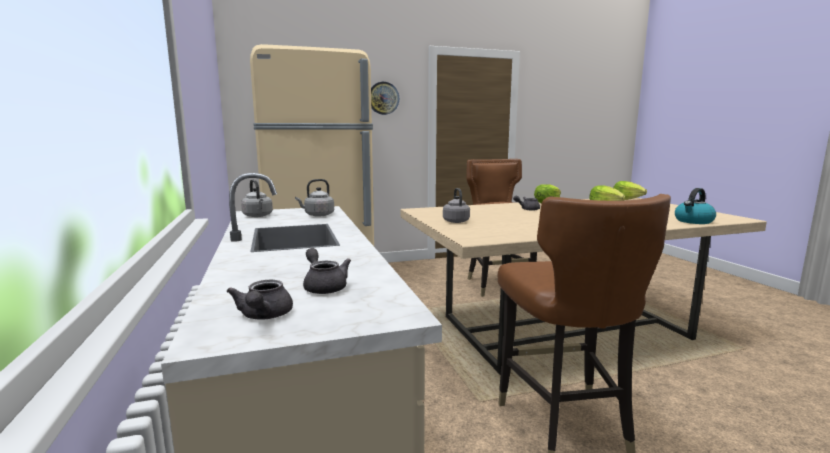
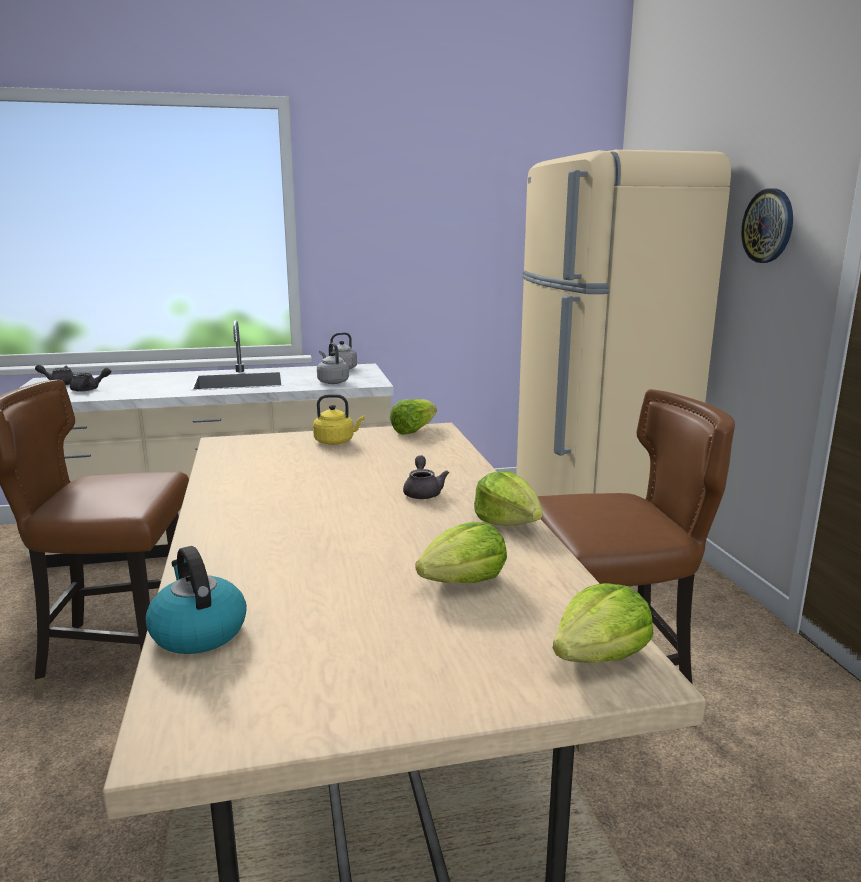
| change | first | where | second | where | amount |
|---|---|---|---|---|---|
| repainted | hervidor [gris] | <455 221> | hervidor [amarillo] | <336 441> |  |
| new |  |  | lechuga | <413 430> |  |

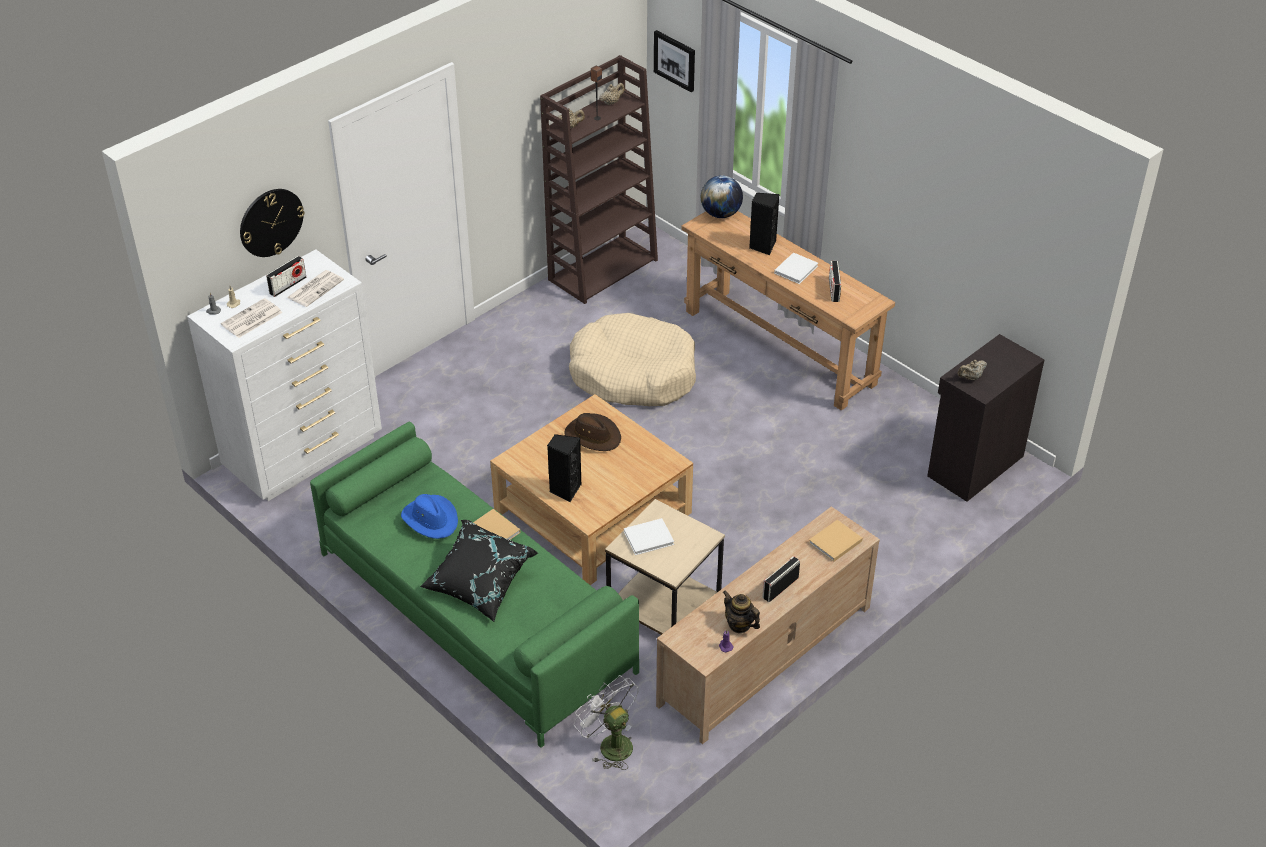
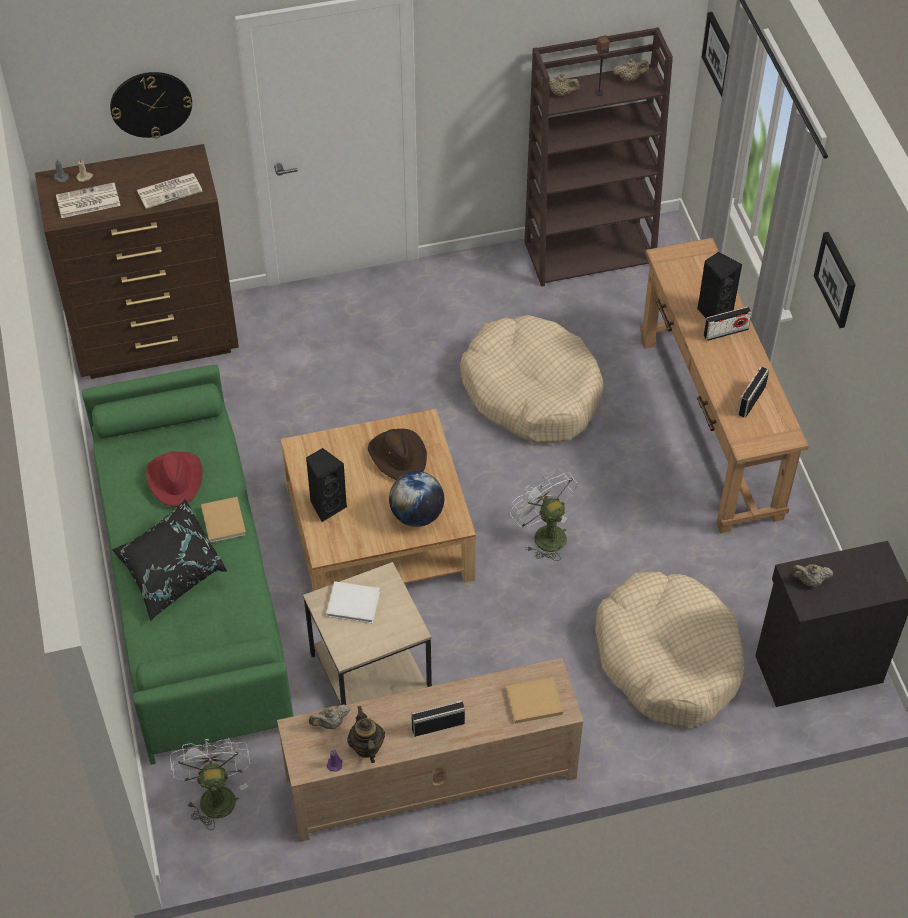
| change | first | where | second | where | amount |
|---|---|---|---|---|---|
| shifted | globo terráqueo | <721 214> |  | <417 515> |  |
| repainted | cómoda [blanco] | <305 454> | cómoda [marrón] | <157 342> |  |
| gone | libro [blanco] | <796 269> |  |  |  |
| shifted | radio | <288 285> |  | <725 332> |  |
| repainted | sombrero [azul] | <431 519> | sombrero [rojo] | <176 479> |  |
| new |  |  | cuadro | <836 279> |  |
| new |  |  | ventilador [blanco] | <544 534> |  |
| new |  |  | cama para perro [beis] | <668 659> |  |
| new |  |  | tetera [beis] | <330 723> |  |

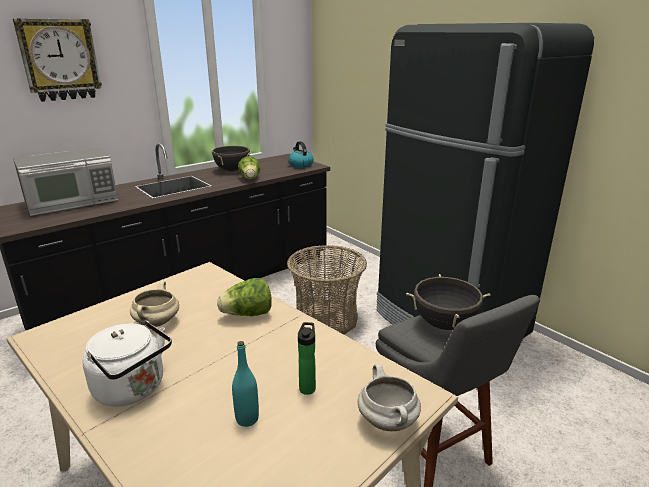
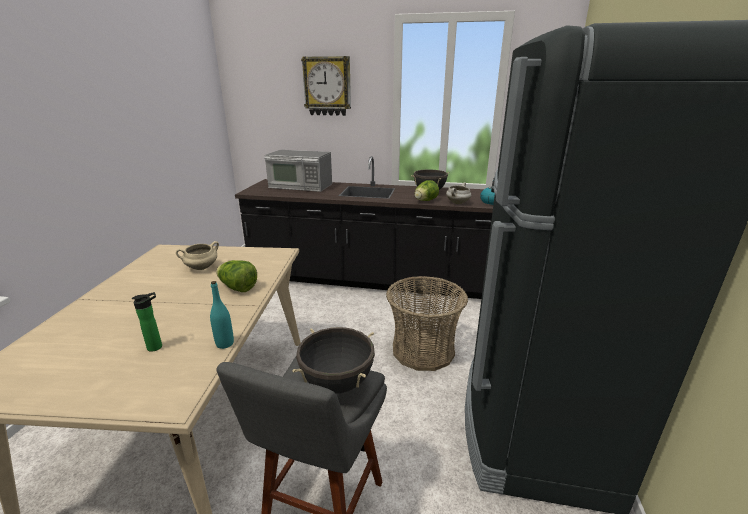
| change | first | where | second | where | amount |
|---|---|---|---|---|---|
| gone | hervidor [blanco] | <133 389> |  |  |  |
| shifted | botella [turquesa] | <247 419> |  | <225 344> |  |
| shifted | olla [blanco] | <389 422> |  | <457 203> |  |

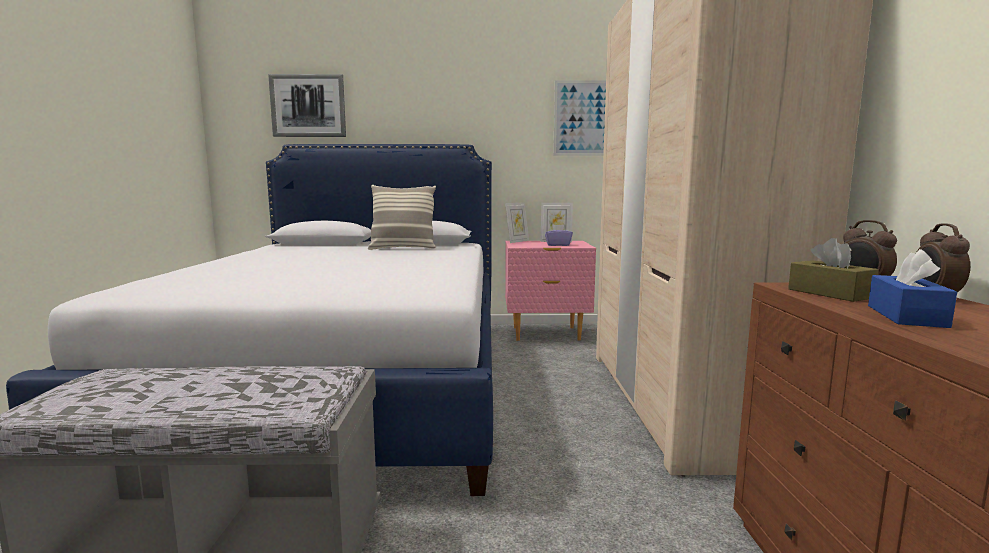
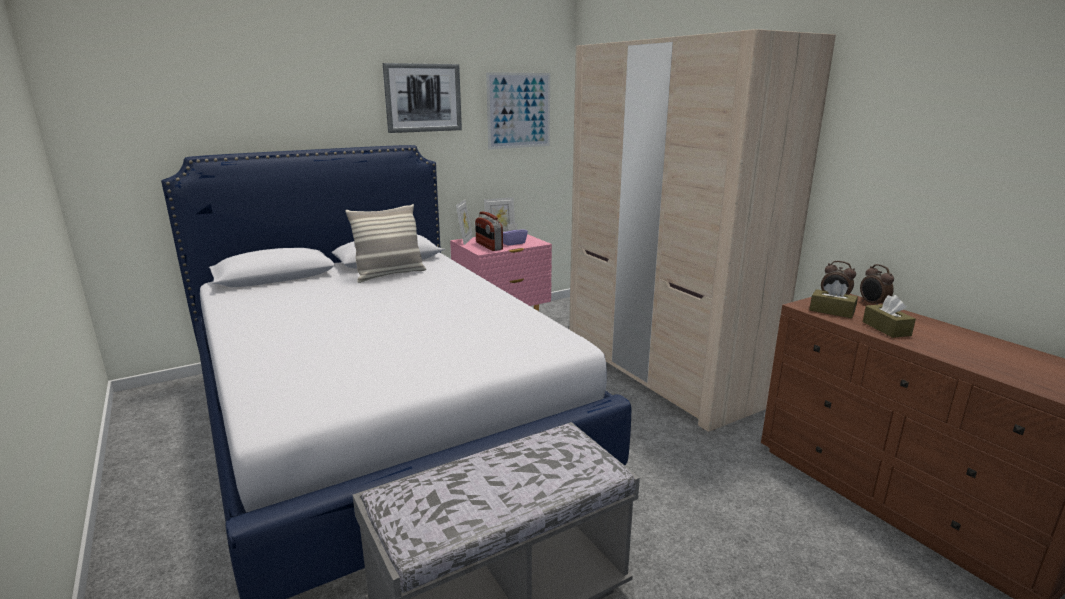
| change | first | where | second | where | amount |
|---|---|---|---|---|---|
| shifted | cuadro | <308 106> |  | <423 98> |  |
| repainted | caja de pañuelos [azul] | <906 316> | caja de pañuelos [marrón] | <886 328> |  |
| new |  |  | radio | <488 246> |  |

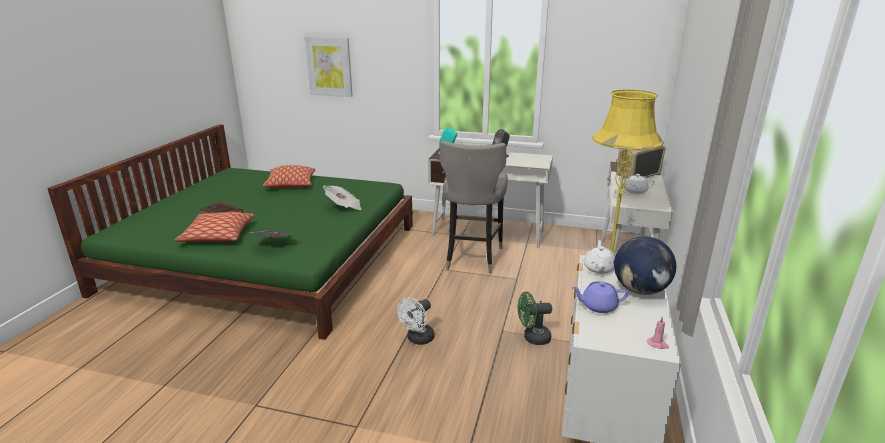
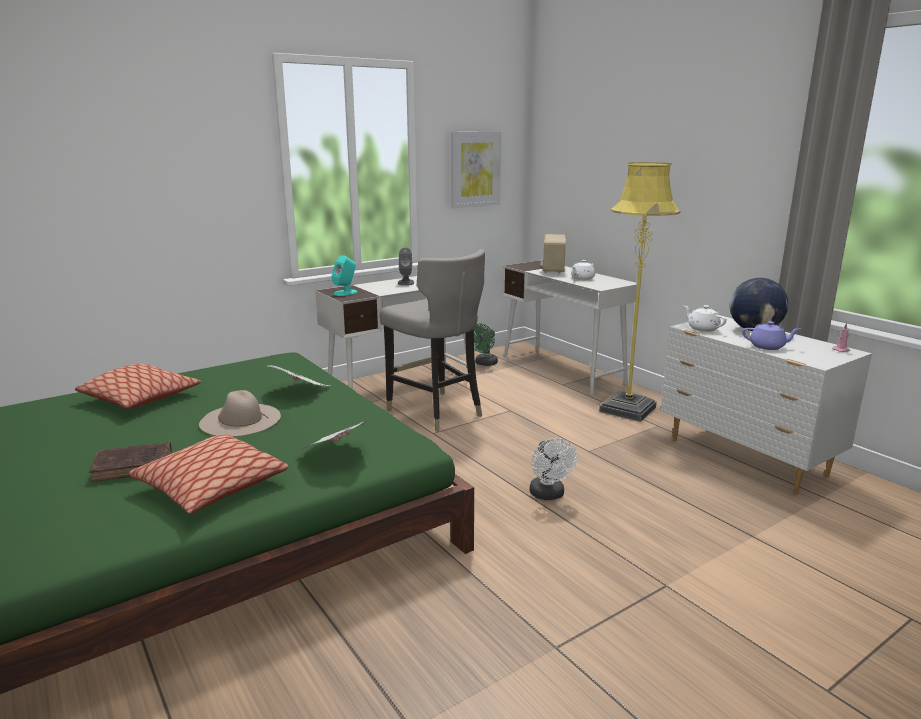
| change | first | where | second | where | amount |
|---|---|---|---|---|---|
| shifted | cuadro | <329 67> |  | <475 169> |  |
| rotated | tetera [morado] | <598 306> |  | <768 347> | 120 degrees counterclockwise |
| shifted | ventilador [verde] | <532 338> |  | <484 364> |  |
| new |  |  | sombrero [beis] | <240 419> |  |

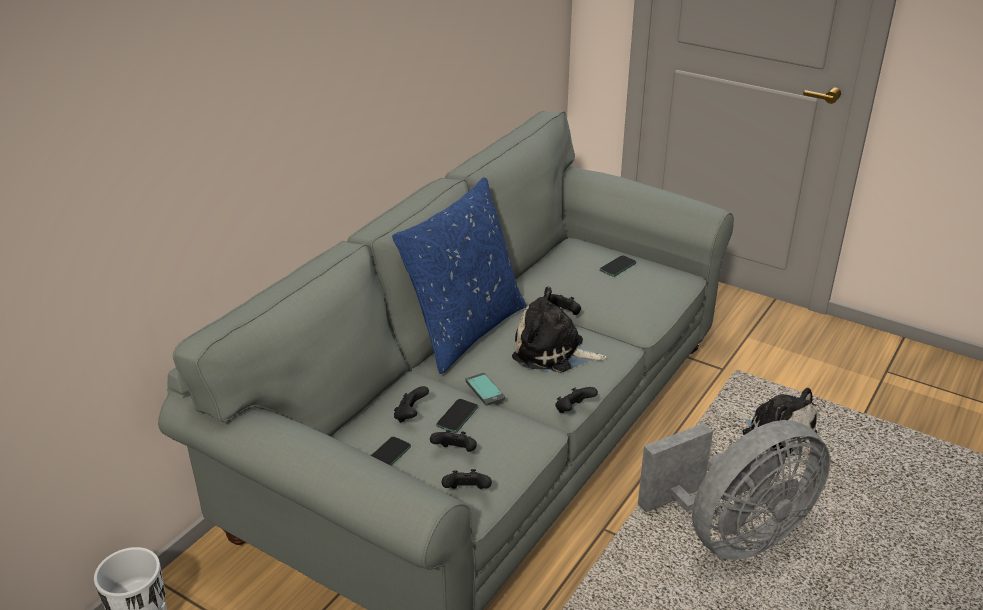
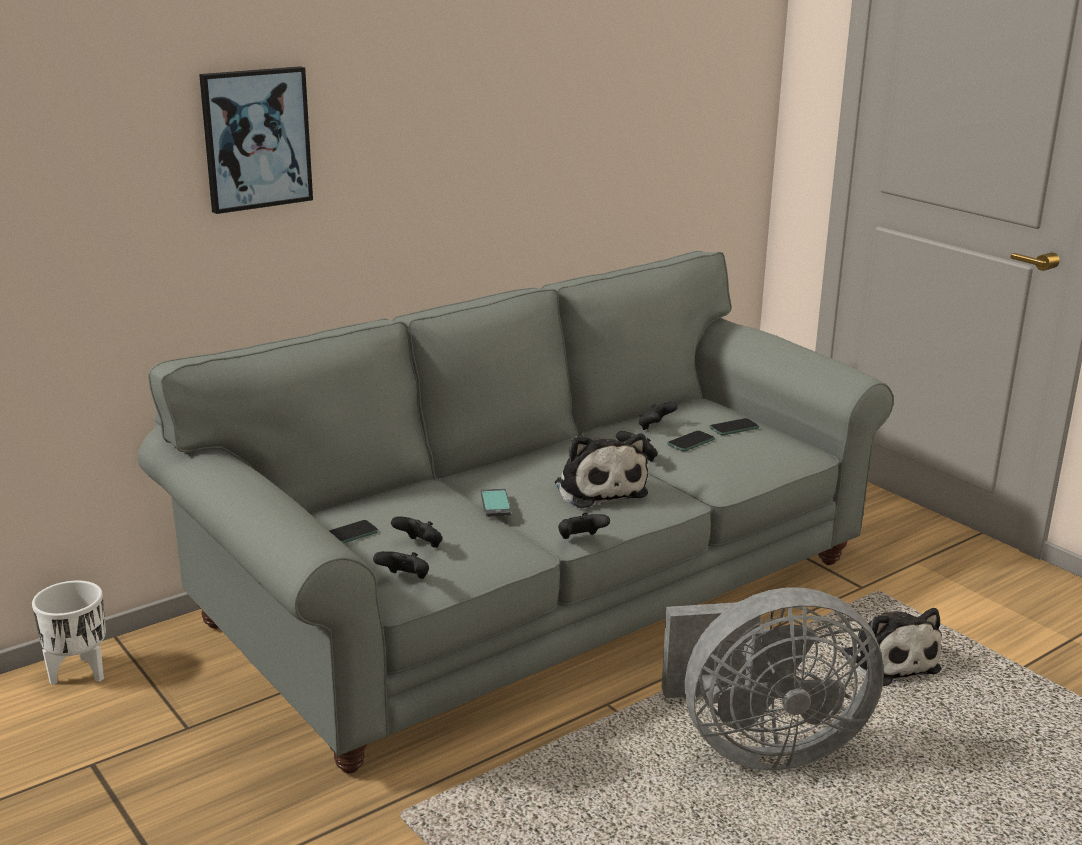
| change | first | where | second | where | amount |
|---|---|---|---|---|---|
| gone | cojín [azul] | <464 330> |  |  |  |
| rotated | peluche | <553 352> |  | <599 488> | 150 degrees counterclockwise |
| shifted | mando de consola [negro] | <410 415> |  | <655 427> |  |
| shifted | móvil | <457 416> |  | <691 442> |  |
| new |  |  | cuadro | <256 138> |  |

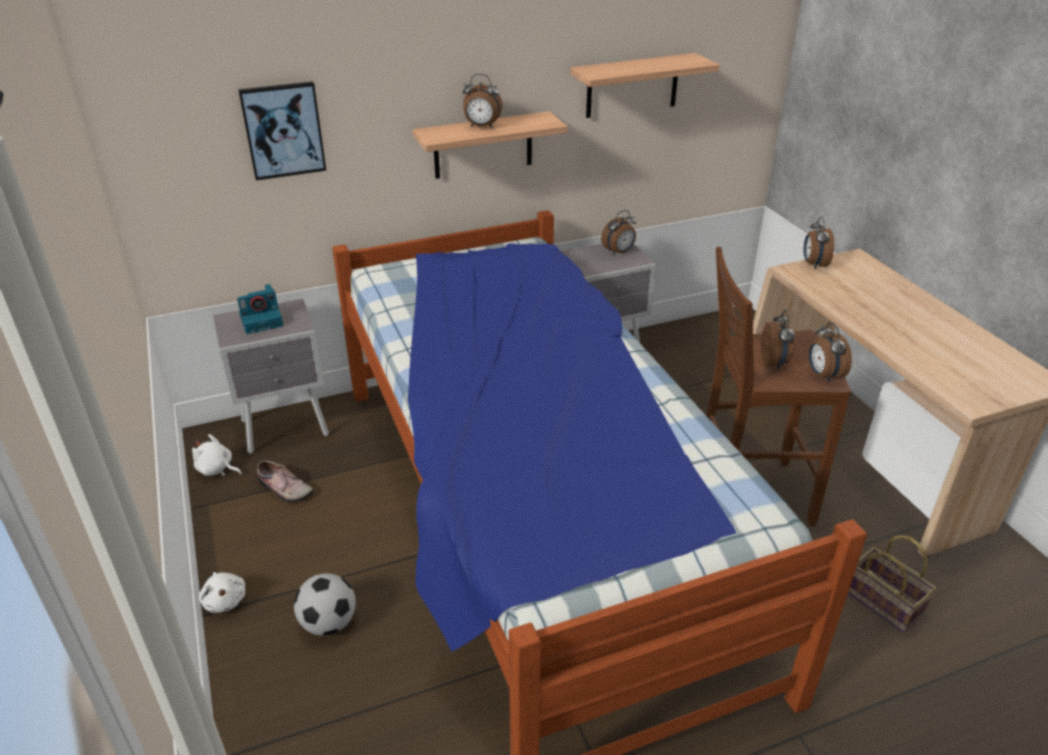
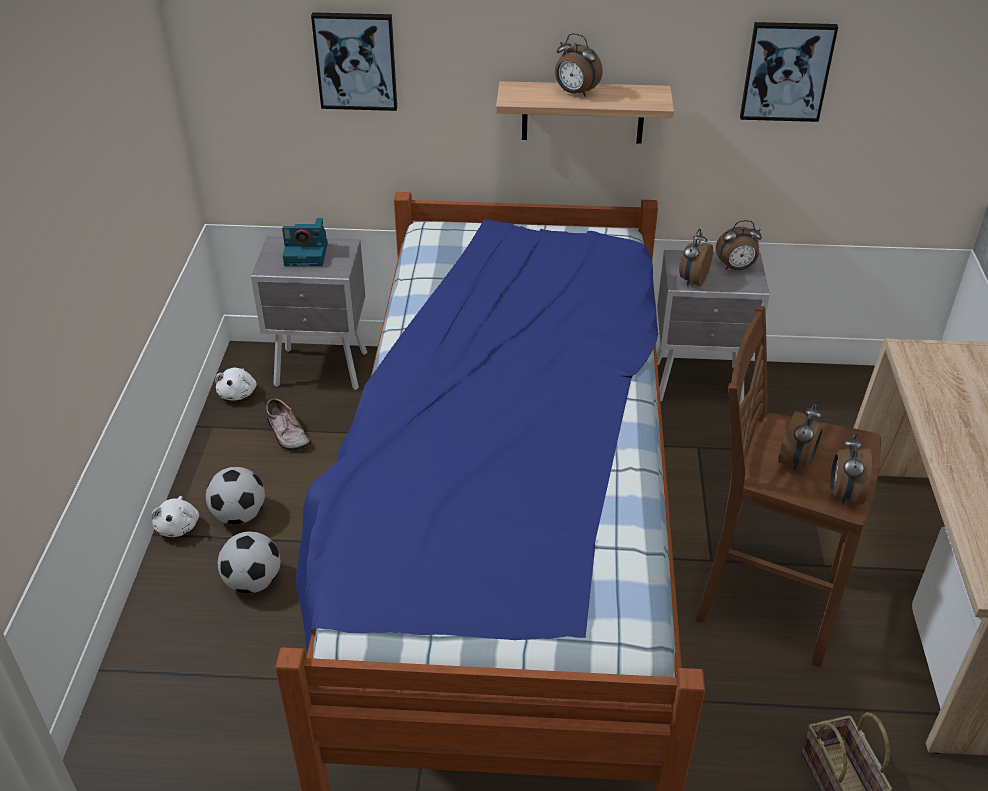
| change | first | where | second | where | amount |
|---|---|---|---|---|---|
| swapped | estante | <632 86> | cuadro | <786 71> |  |
| shifted | despertador | <813 264> |  | <692 280> |  |
| rotated | peluche [blanco] | <217 469> |  | <238 393> | 135 degrees counterclockwise |
| new |  |  | balón de fútbol | <239 515> |  |

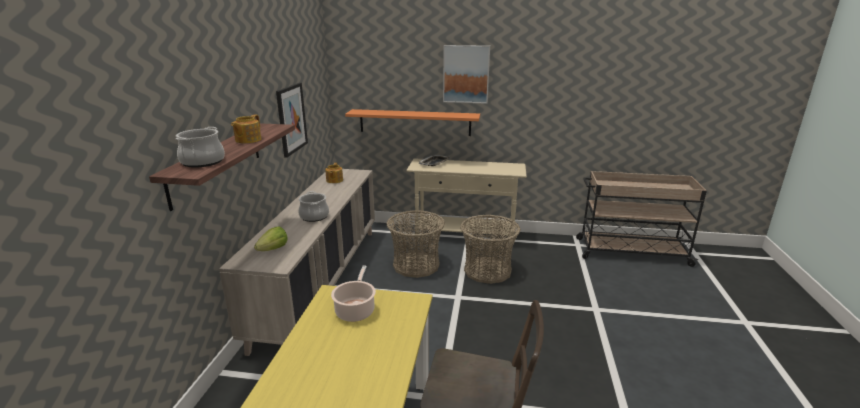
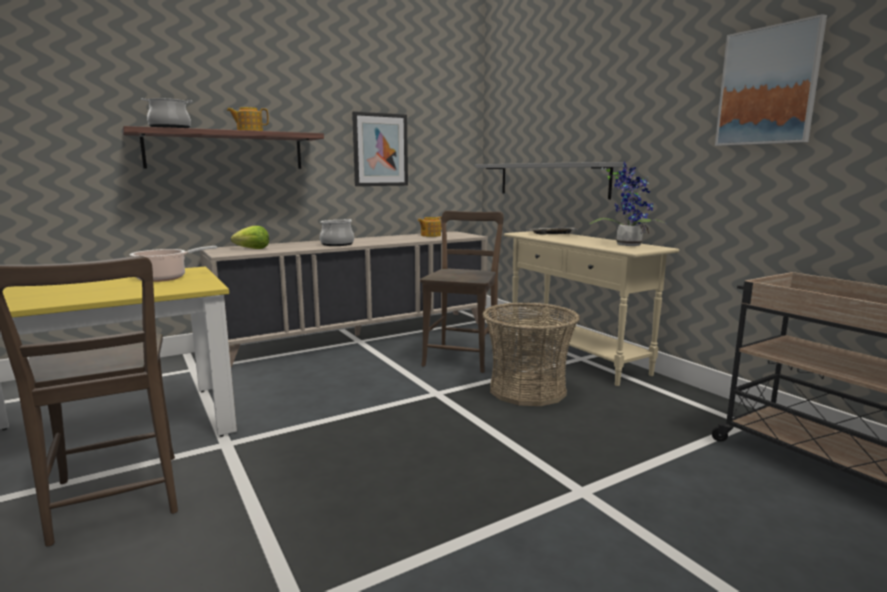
| change | first | where | second | where | amount |
|---|---|---|---|---|---|
| shifted | cuadro | <466 74> |  | <768 86> |  |
| repainted | estante [naranja] | <415 122> | estante [gris] | <551 179> |  |
| swapped | cesta | <416 265> | silla [marrón] | <462 356> |  |
| new |  |  | planta en maceta | <627 244> |  |

